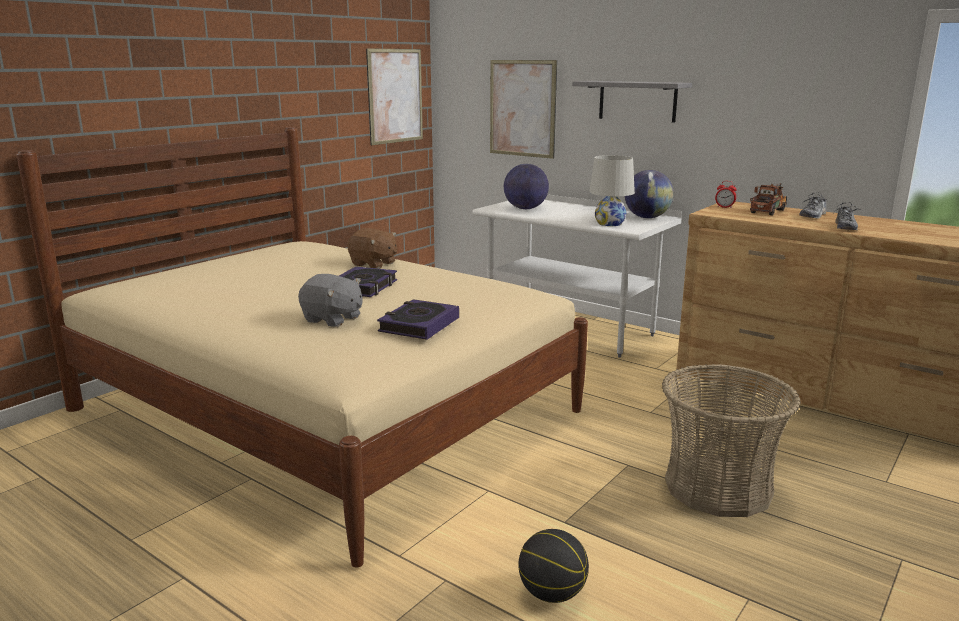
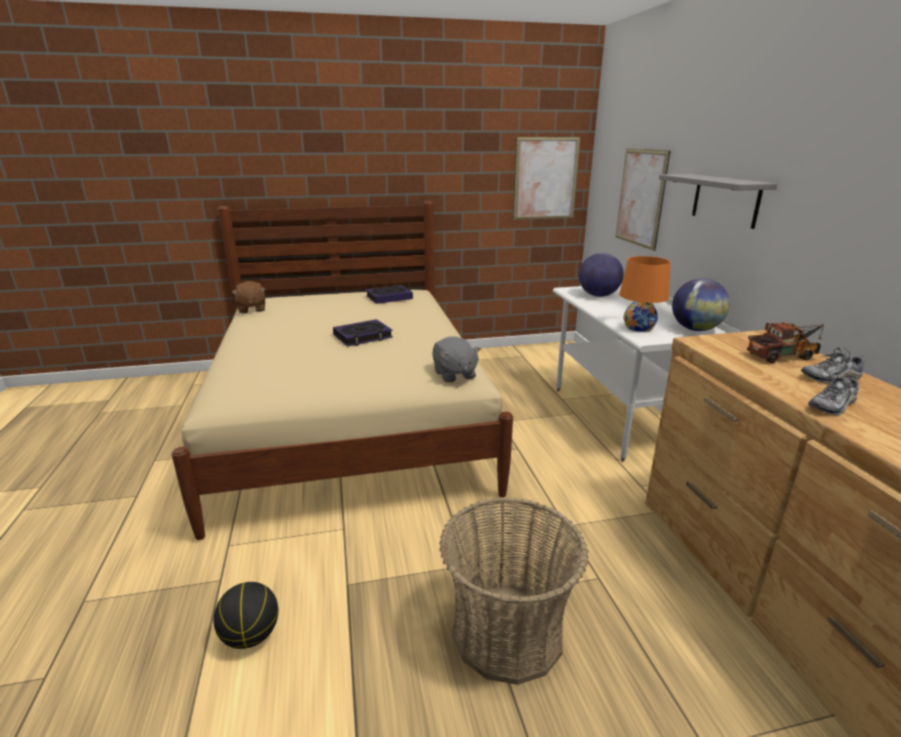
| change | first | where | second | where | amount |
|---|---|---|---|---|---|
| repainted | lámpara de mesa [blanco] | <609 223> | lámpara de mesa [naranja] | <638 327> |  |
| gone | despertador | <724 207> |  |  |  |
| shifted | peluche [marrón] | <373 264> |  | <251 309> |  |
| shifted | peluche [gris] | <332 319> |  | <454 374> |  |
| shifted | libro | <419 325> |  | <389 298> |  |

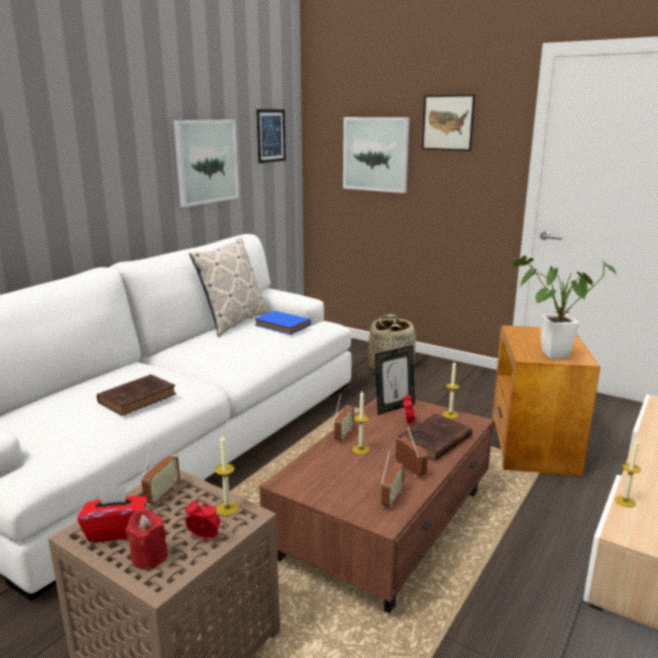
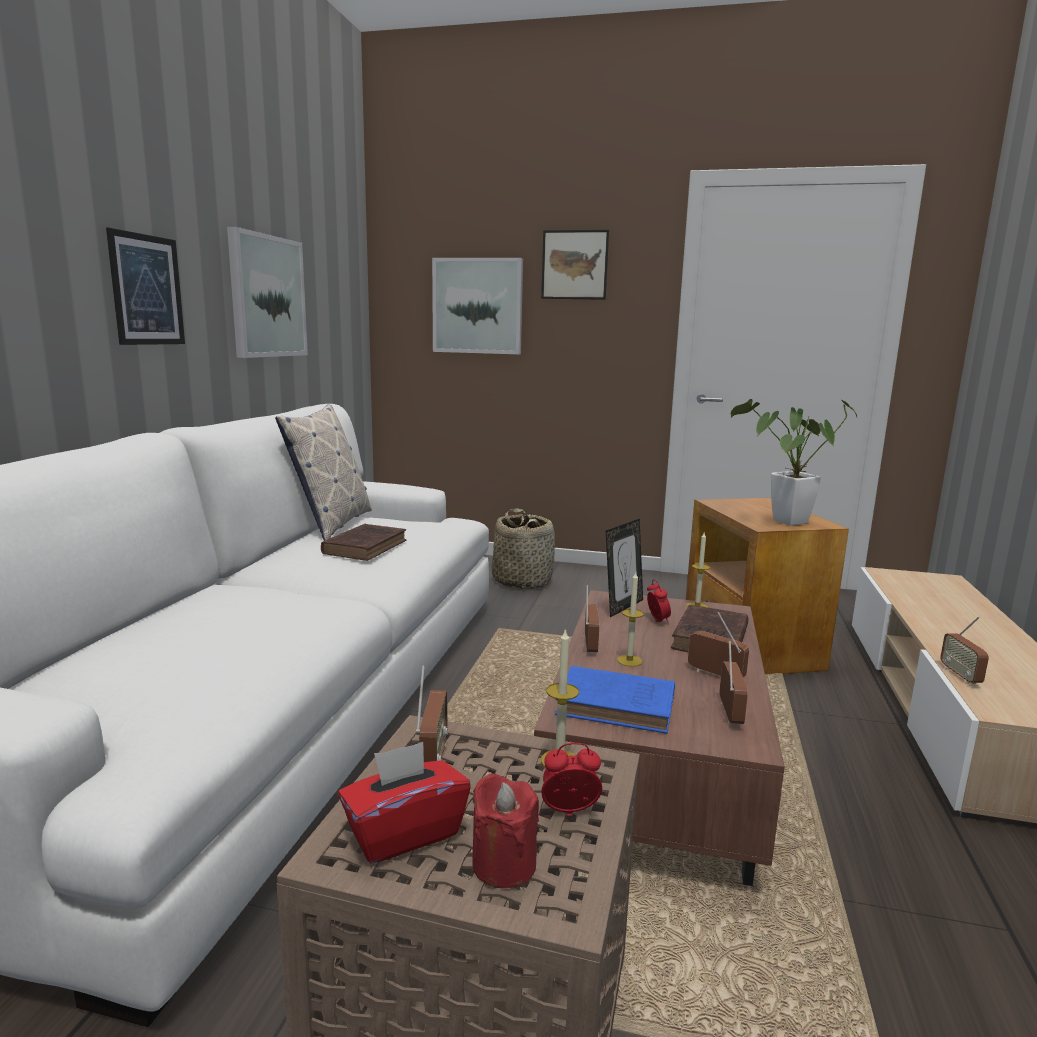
| change | first | where | second | where | amount |
|---|---|---|---|---|---|
| shifted | cuadro | <271 135> |  | <147 290> |  |
| shifted | libro [azul] | <283 326> |  | <619 706> |  |
| shifted | libro [marrón] | <139 398> |  | <366 546> |  |
| swapped | vela | <625 501> | radio | <960 676> |  |

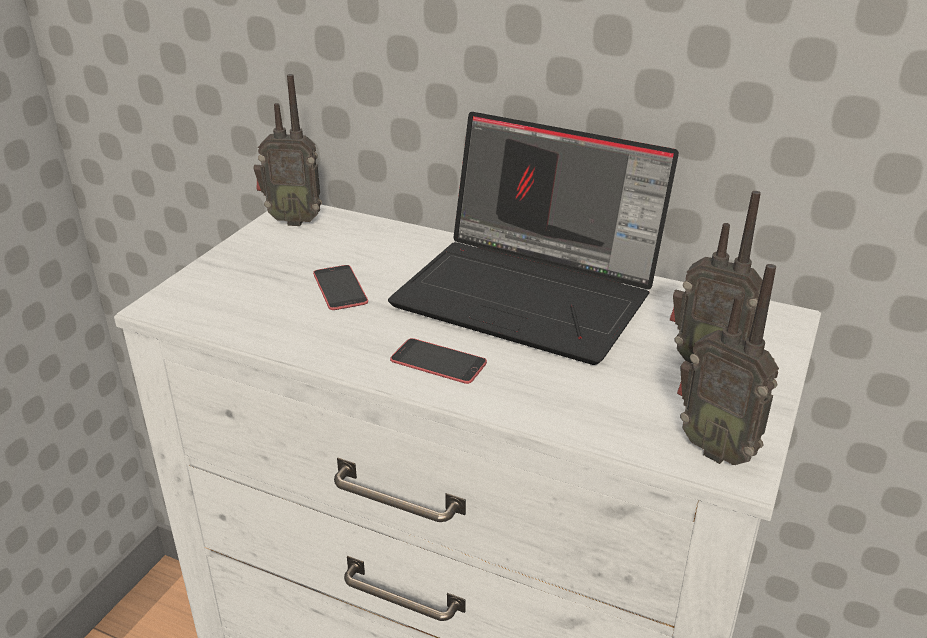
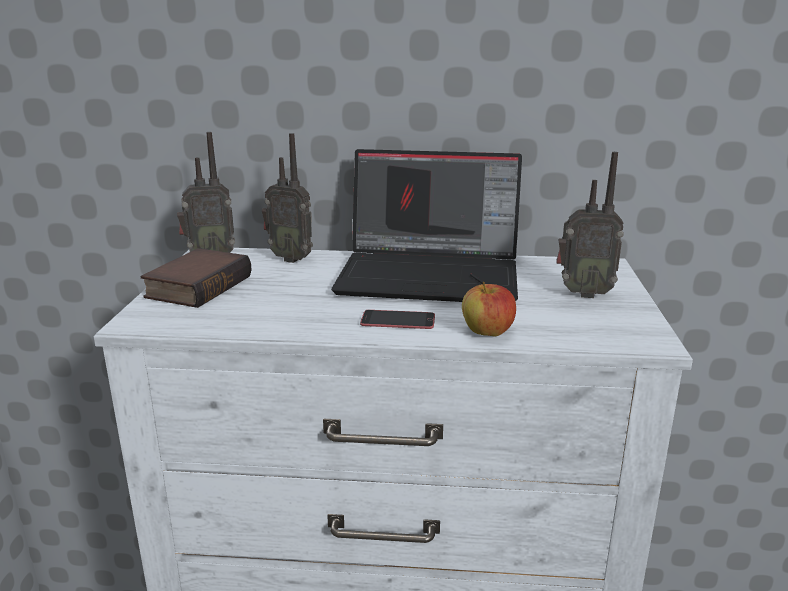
| change | first | where | second | where | amount |
|---|---|---|---|---|---|
| shifted | radio | <717 448> |  | <292 258> |  |
| gone | móvil | <340 288> |  |  |  |
| new |  |  | libro | <197 286> |  |
| new |  |  | manzana | <487 332> |  |

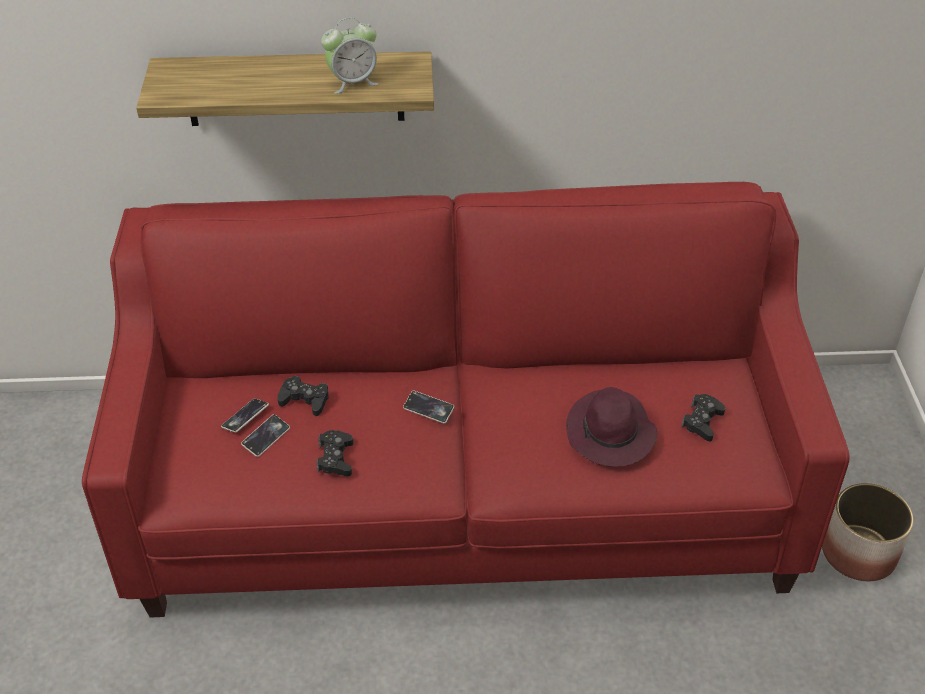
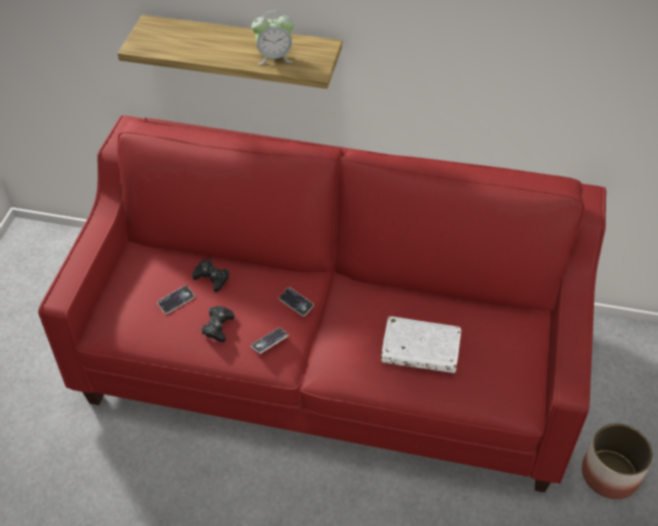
| change | first | where | second | where | amount |
|---|---|---|---|---|---|
| swapped | sombrero [morado] | <610 434> | libro [blanco] | <420 350> |  |
| gone | mando de consola [negro] | <702 421> |  |  |  |
| shifted | móvil | <245 417> |  | <269 342> |  |

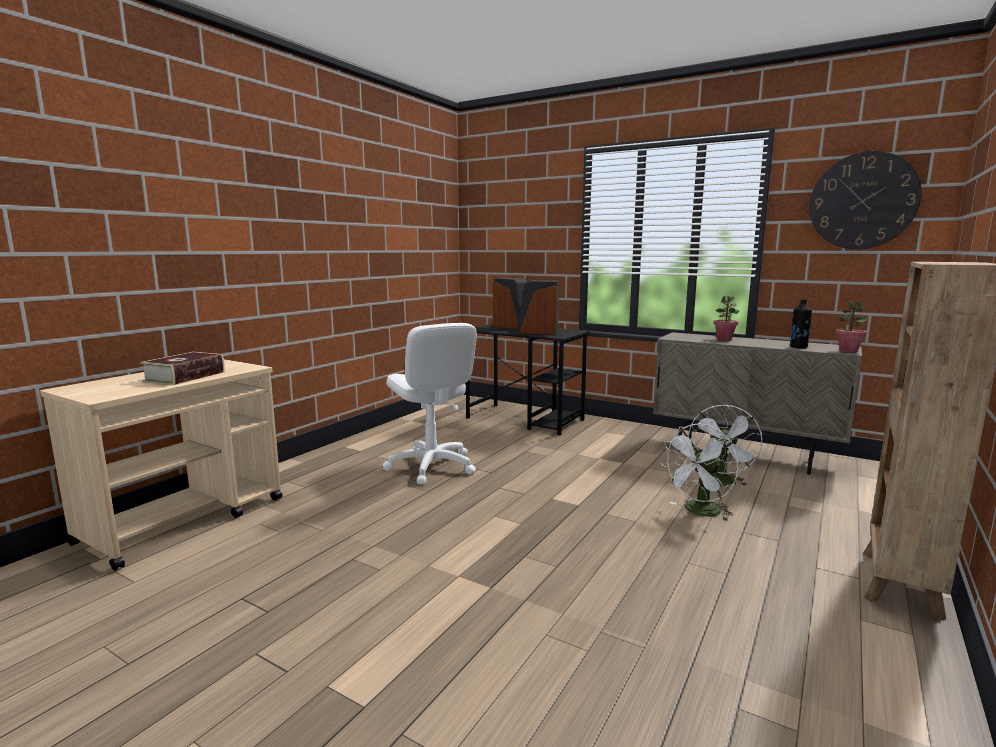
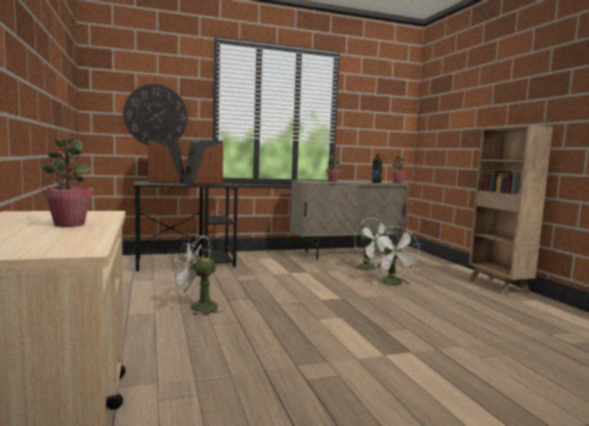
| change | first | where | second | where | amount |
|---|---|---|---|---|---|
| shifted | reloj de pared | <862 201> |  | <156 115> |  |
| swapped | silla de oficina [blanco] | <431 466> | ventilador [blanco] | <197 307> |  |
| swapped | libro | <185 376> | planta en maceta | <69 224> |  |

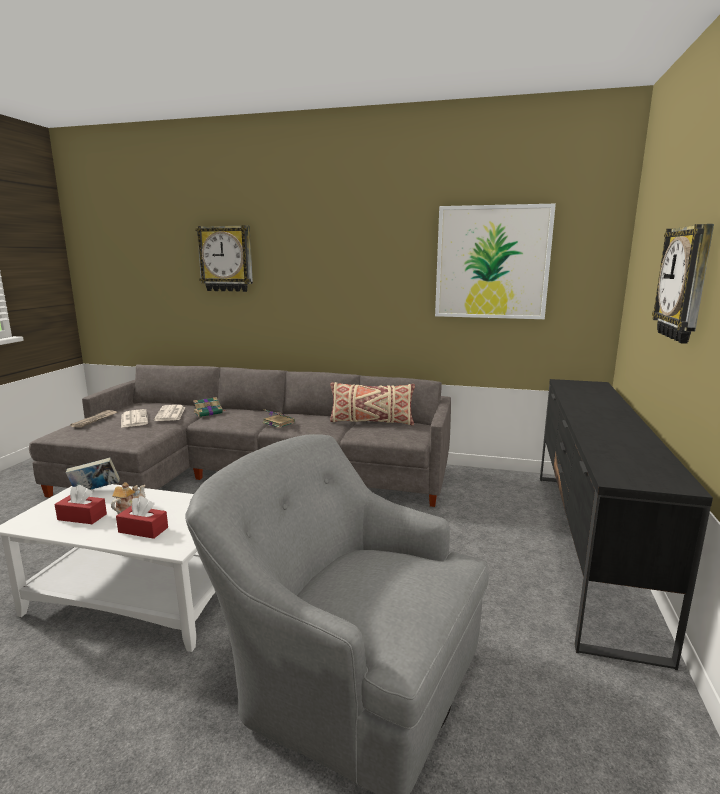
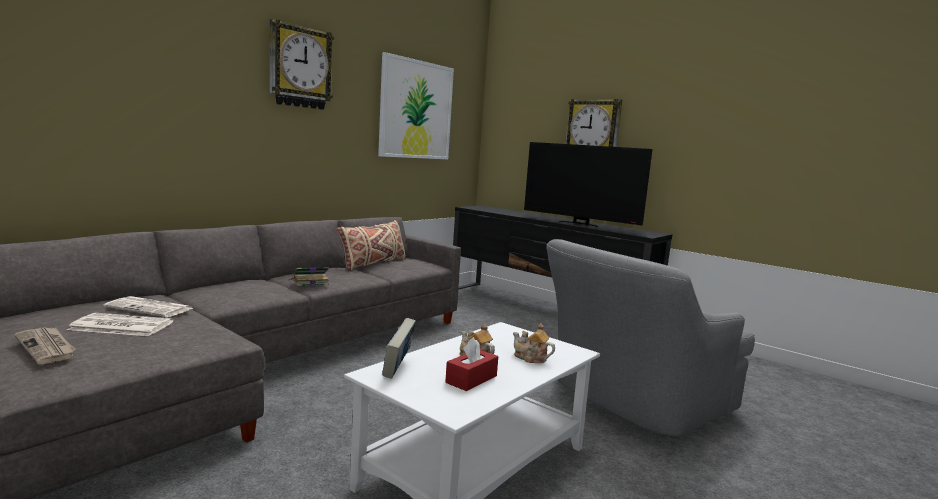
| change | first | where | second | where | amount |
|---|---|---|---|---|---|
| shifted | reloj de pared | <226 259> |  | <300 67> |  |
| gone | libro | <209 413> |  |  |  |
| swapped | caja de pañuelos [rojo] | <143 530> | tetera | <530 358> |  |
| new |  |  | televisor | <580 223> |  |

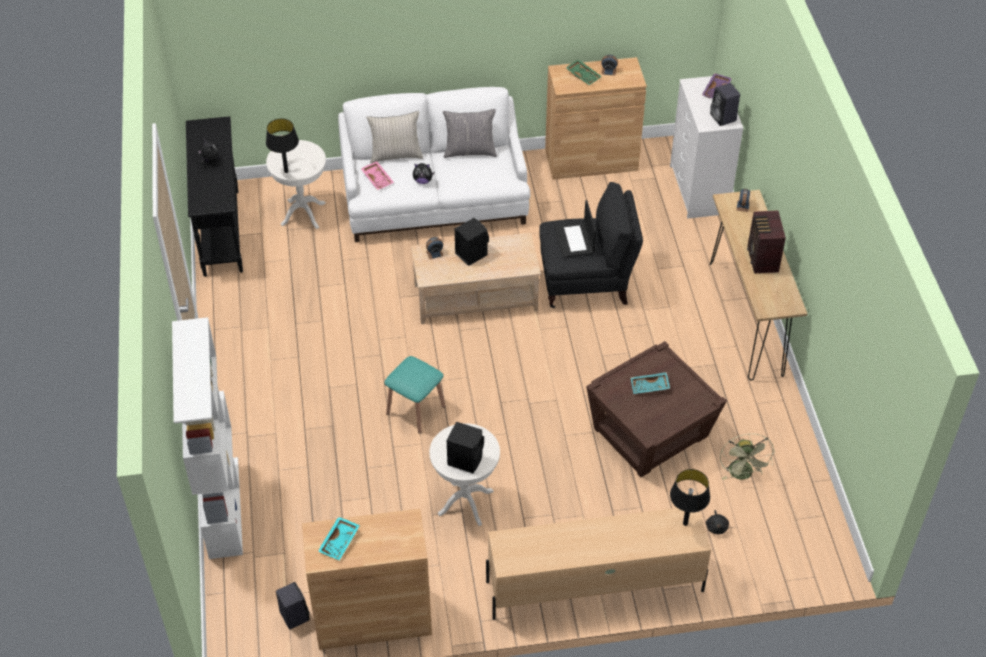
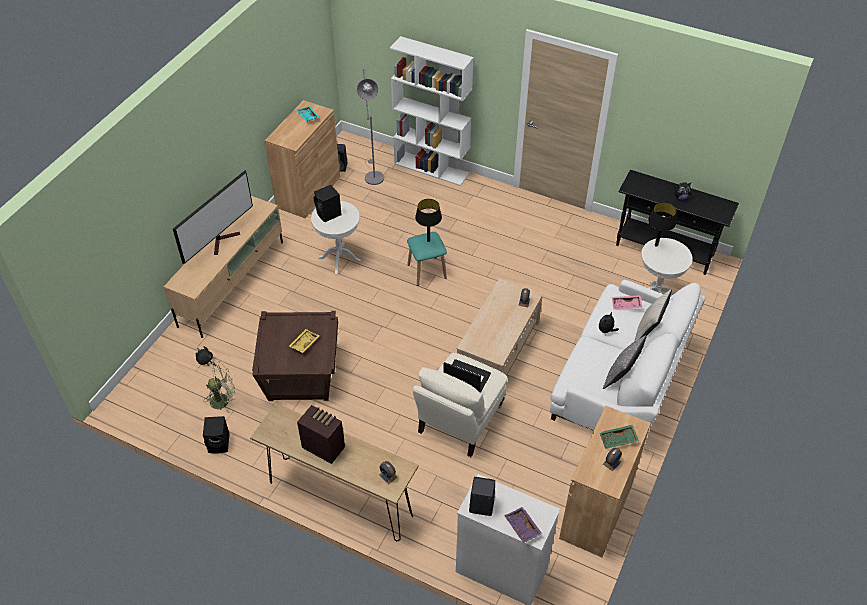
| change | first | where | second | where | amount |
|---|---|---|---|---|---|
| repainted | sillón [negro] | <587 282> | sillón [beis] | <459 420> |  |
| shifted | altavoz [negro] | <471 253> |  | <220 443> |  |
| repainted | bandeja [turquesa] | <649 387> | bandeja [amarillo] | <304 343> |  |
| rotated | ventilador [verde] | <743 475> |  | <223 399> | 135 degrees clockwise |
| shifted | lámpara de mesa [negro] | <685 523> |  | <428 240> |  |
| new |  |  | lámpara de pie [gris] | <373 175> |  |
| new |  |  | televisor | <223 240> |  |

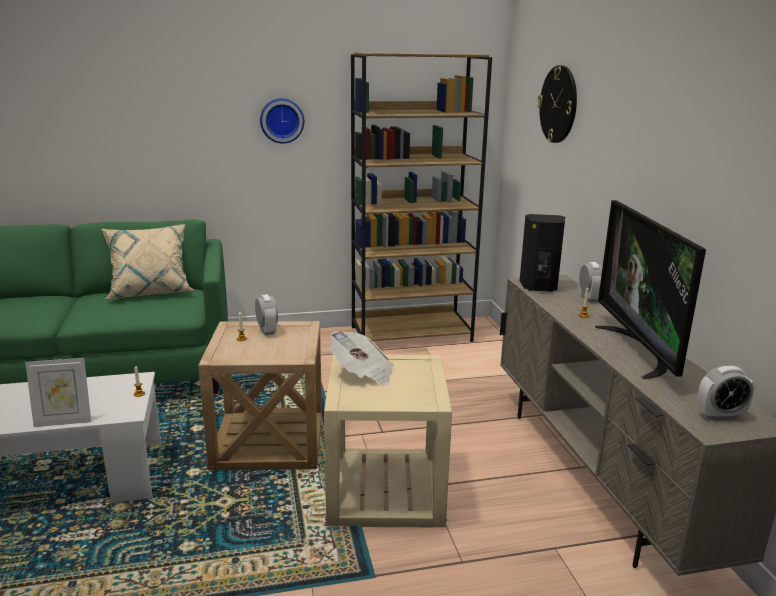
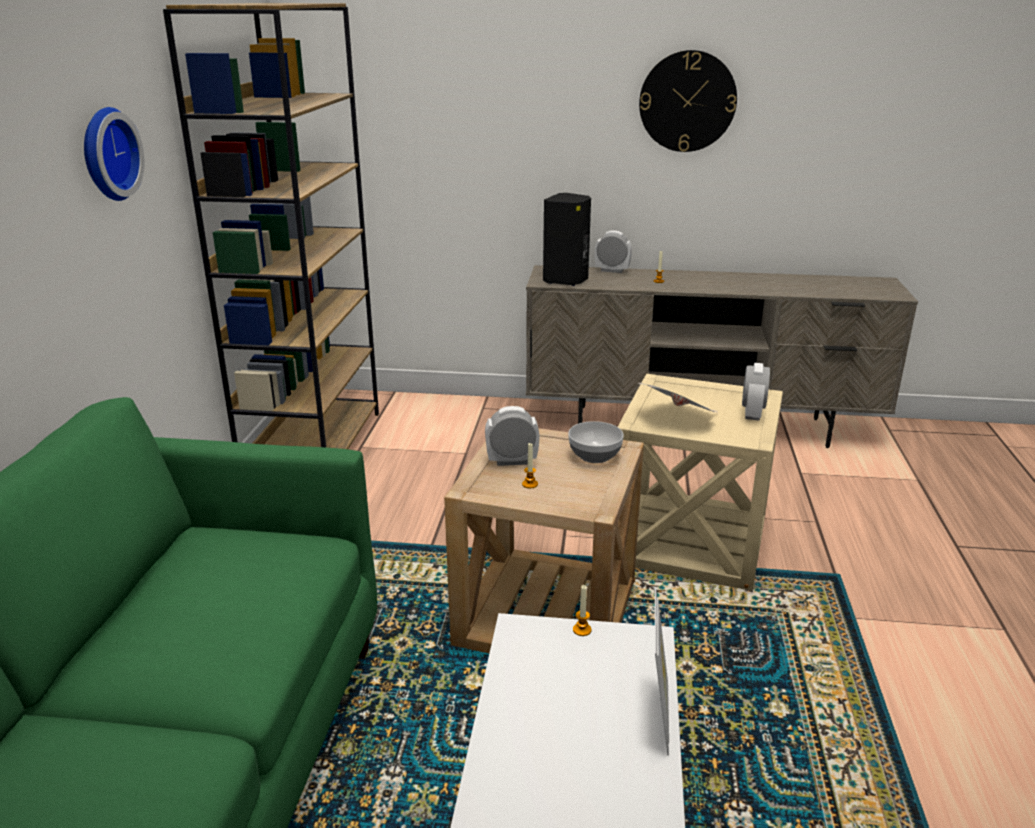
| change | first | where | second | where | amount |
|---|---|---|---|---|---|
| shifted | reloj de pared | <558 104> |  | <687 101> |  |
| gone | televisor | <639 350> |  |  |  |
| gone | cojín [beis] | <151 291> |  |  |  |
| shifted | despertador | <720 416> |  | <752 413> |  |
| new |  |  | cuenco | <595 456> |  |

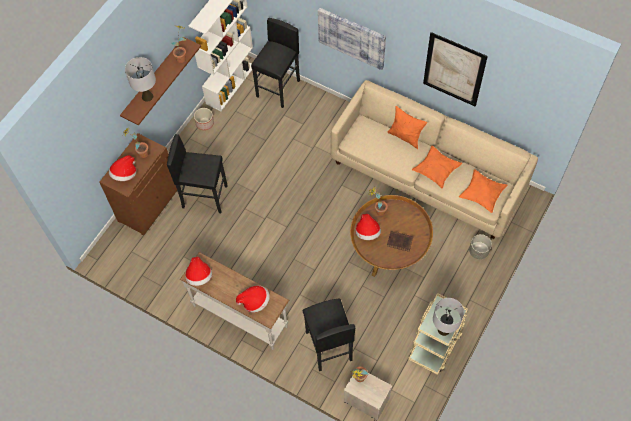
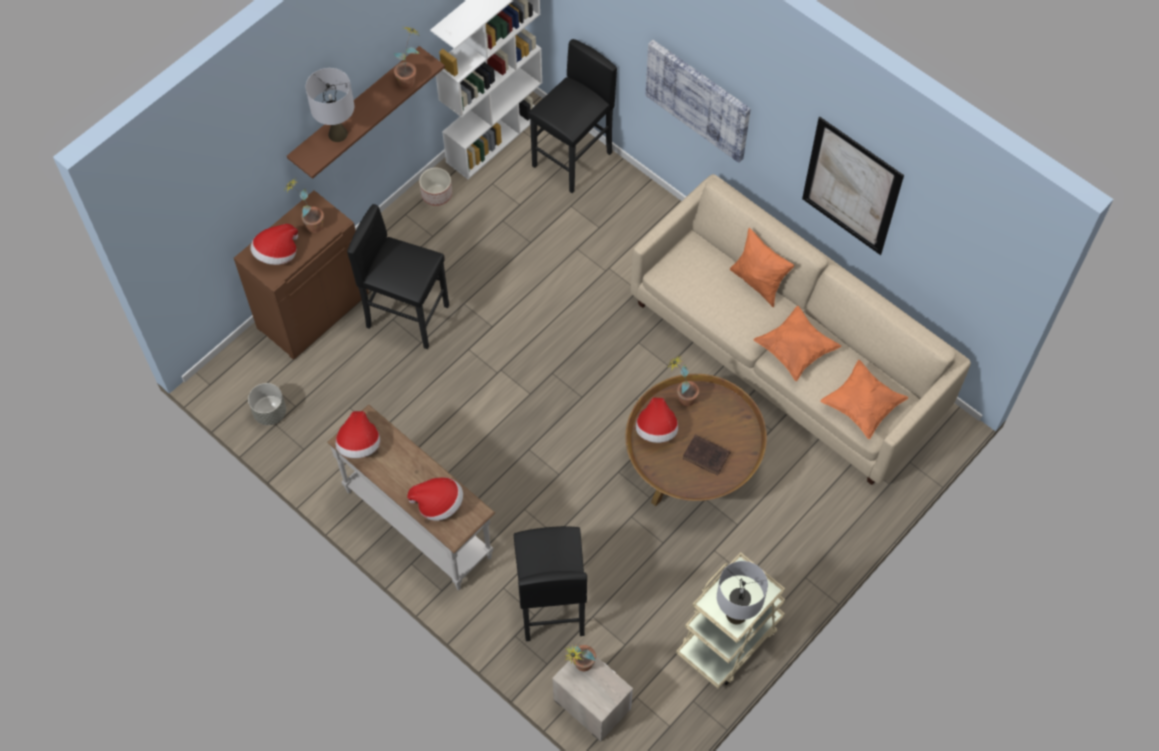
| change | first | where | second | where | amount |
|---|---|---|---|---|---|
| shifted | maceta [gris] | <478 251> |  | <270 413> |  |

